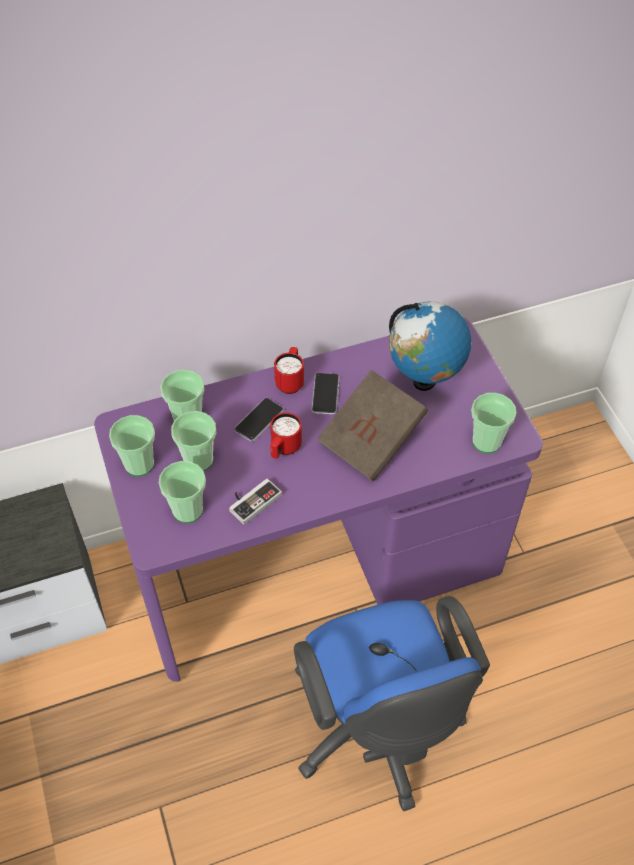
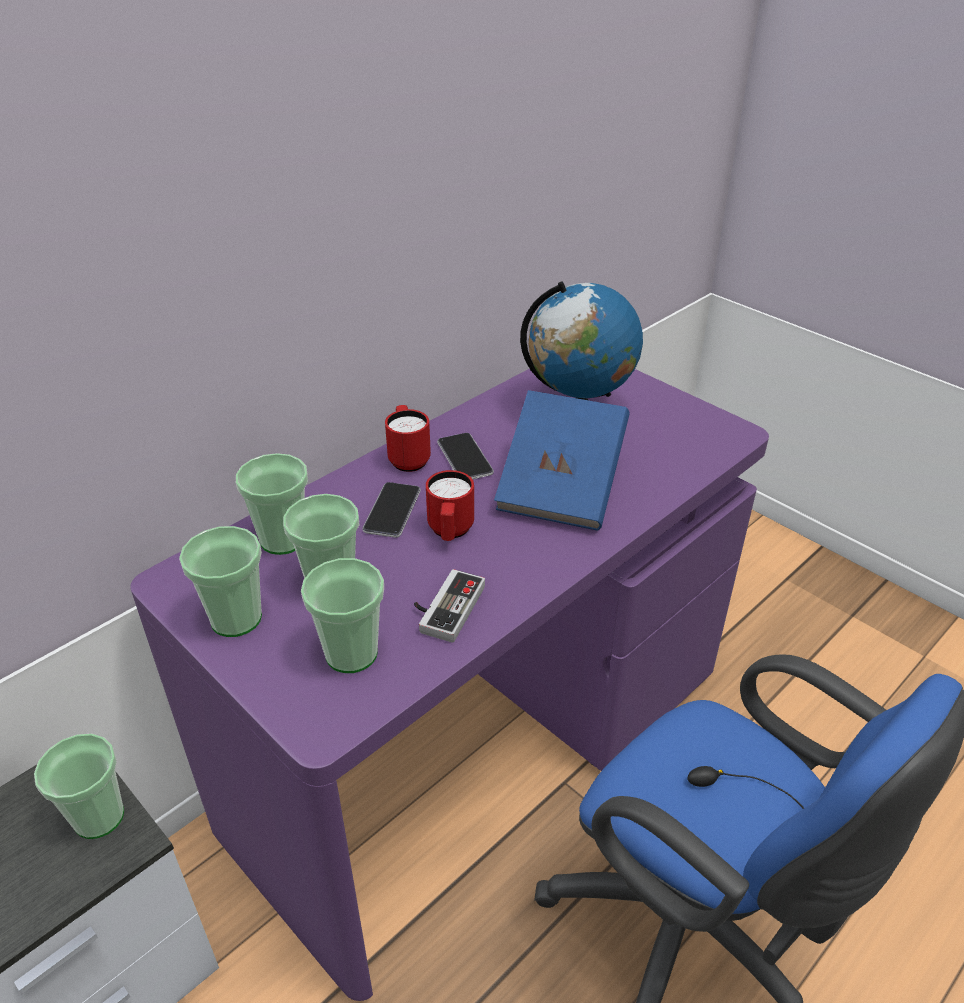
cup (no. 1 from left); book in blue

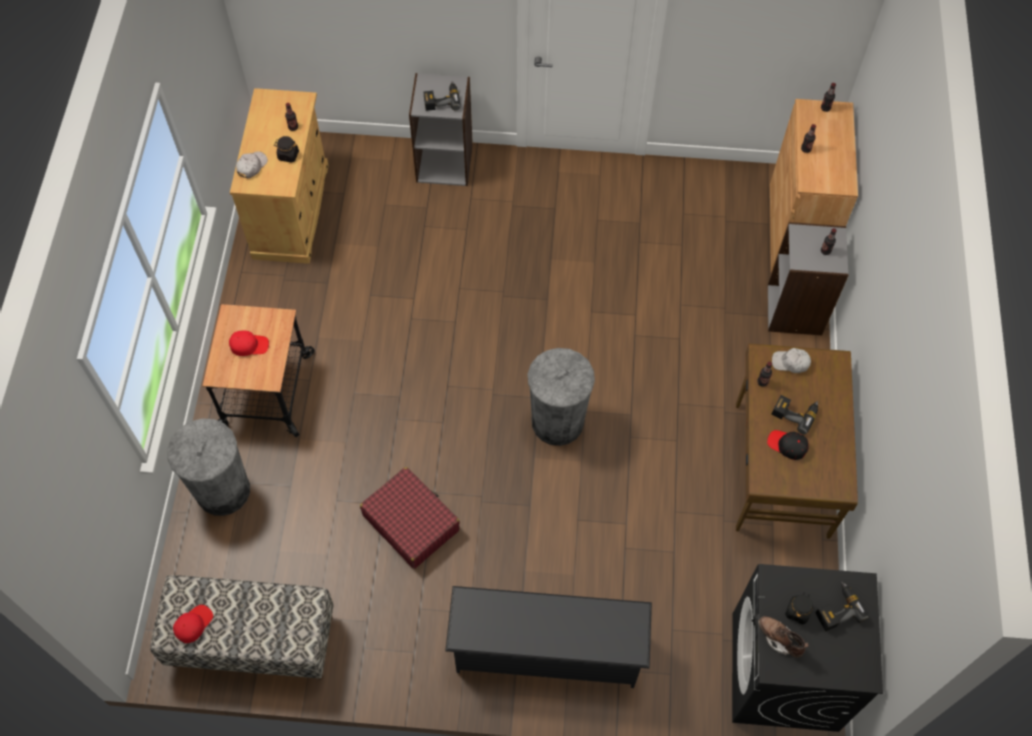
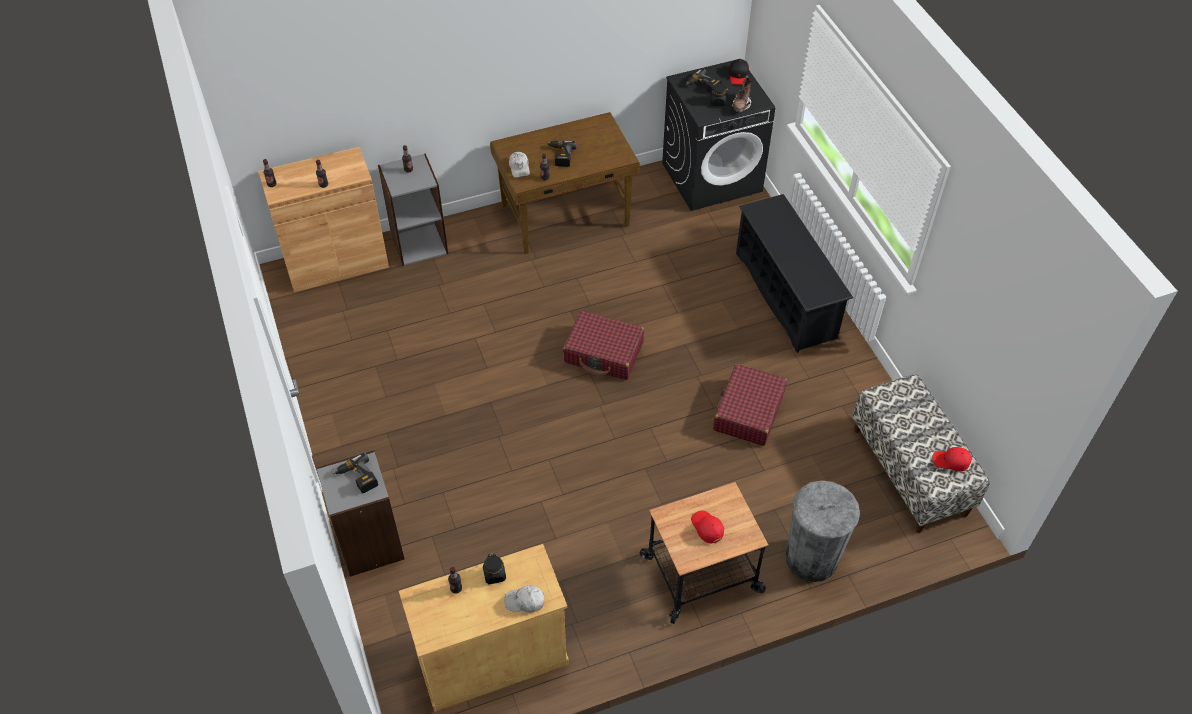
cap in black; suitcase in red (no. 1 from left)

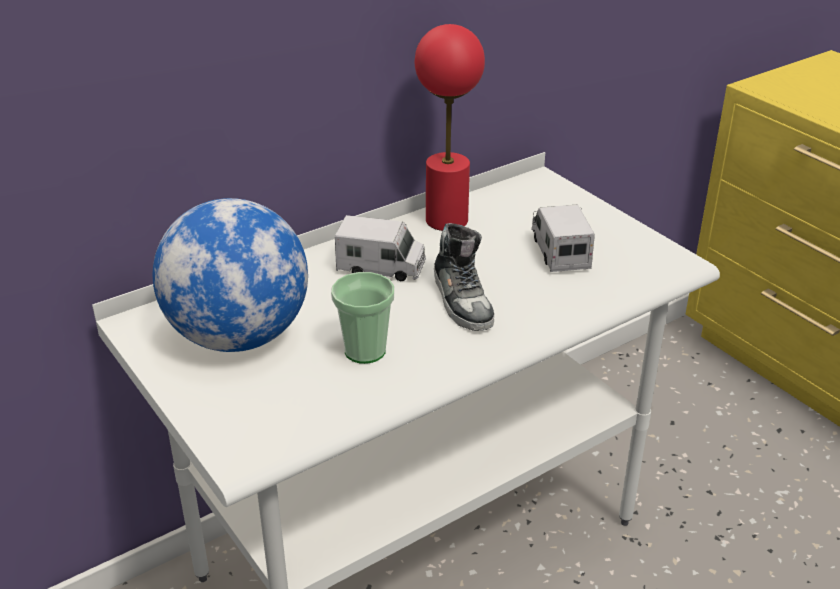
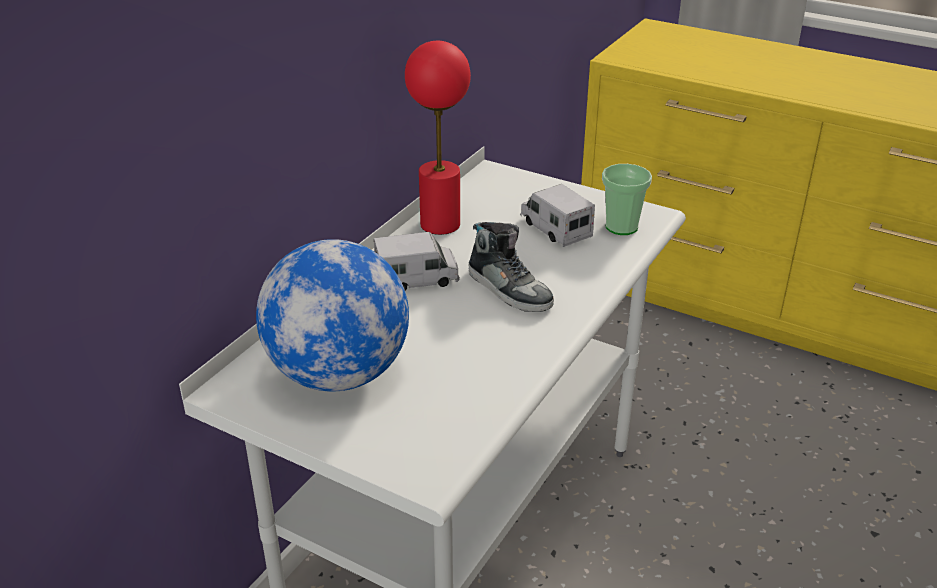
cup

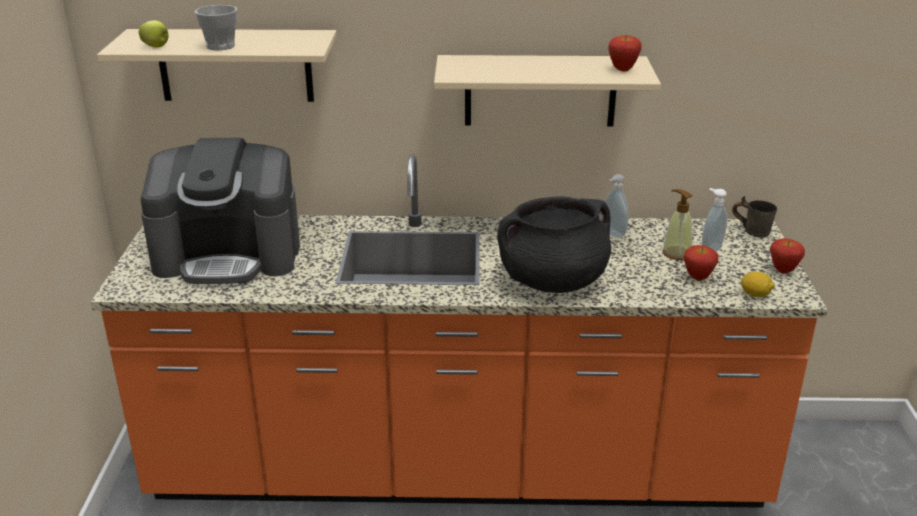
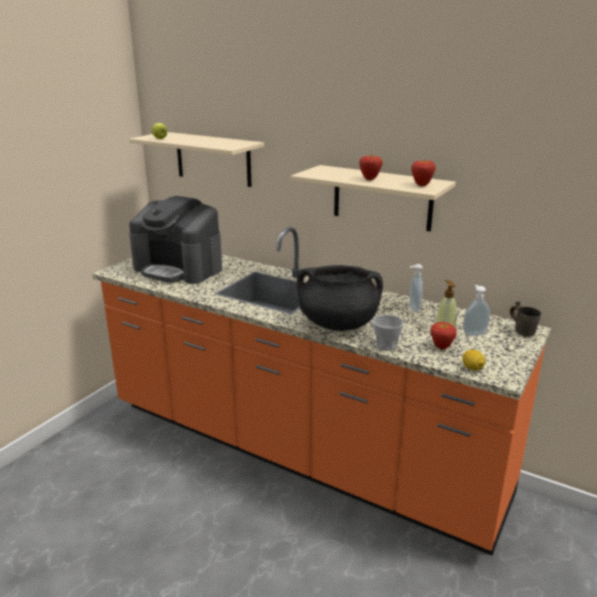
cup; apple (no. 2 from left)

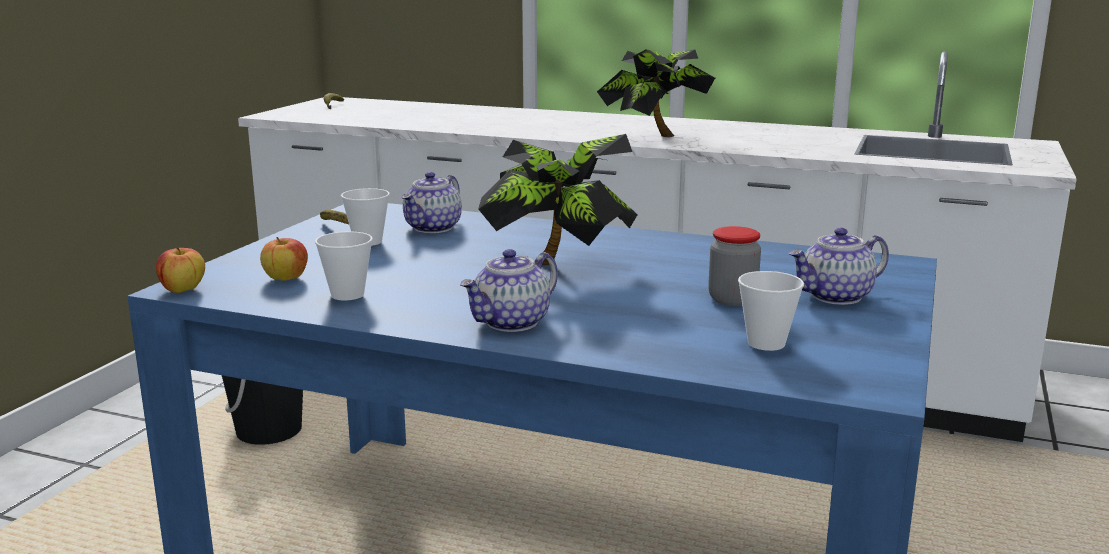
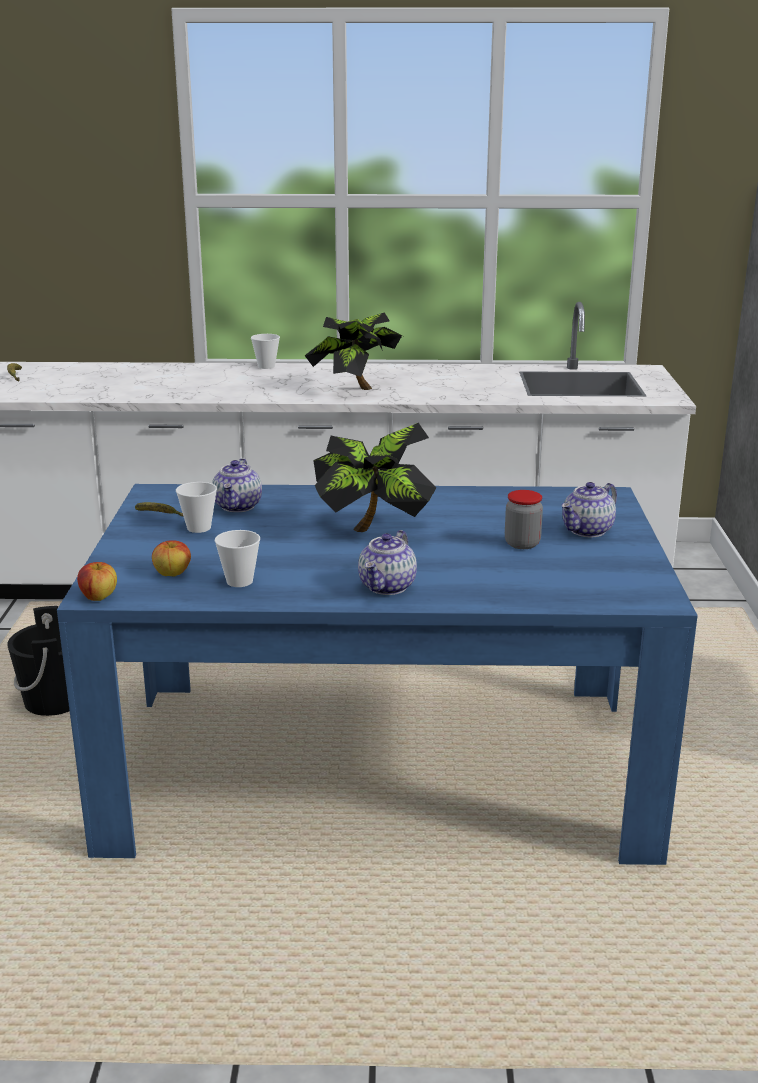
cup (no. 3 from left)

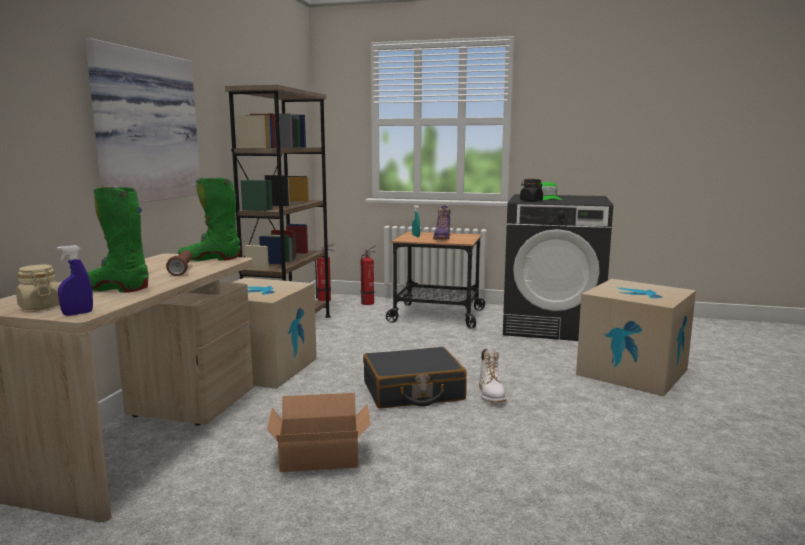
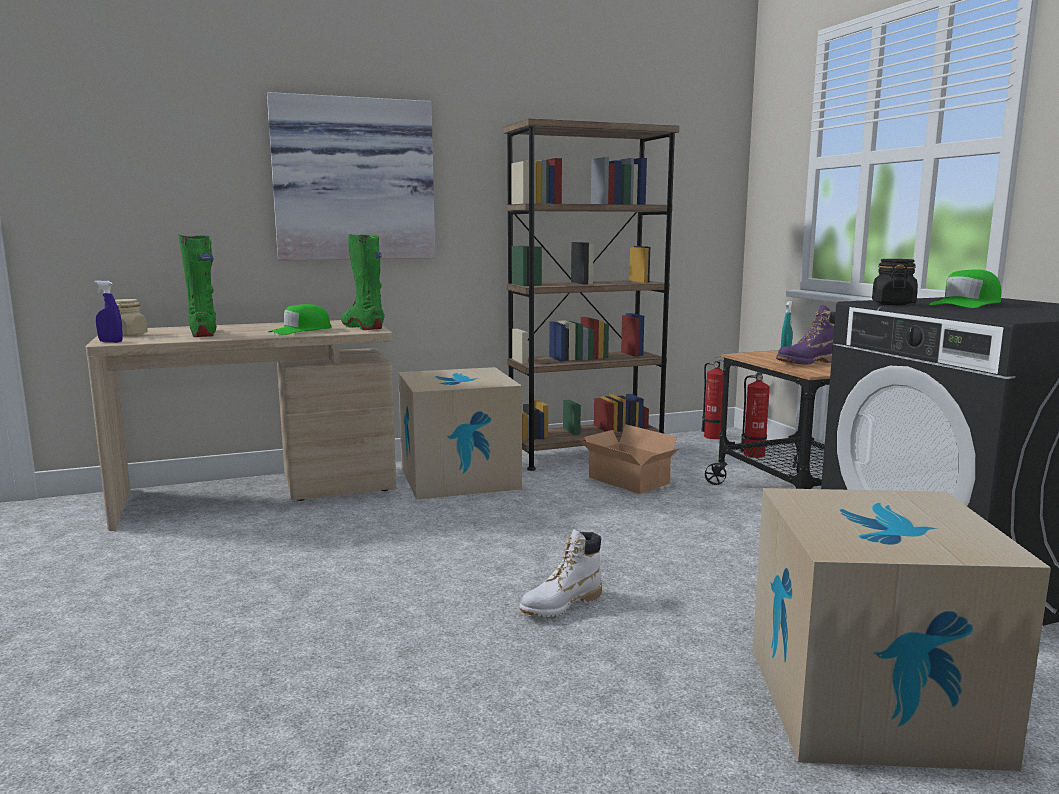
suitcase in black; cardboard box (no. 2 from left); cap in green (no. 1 from left)

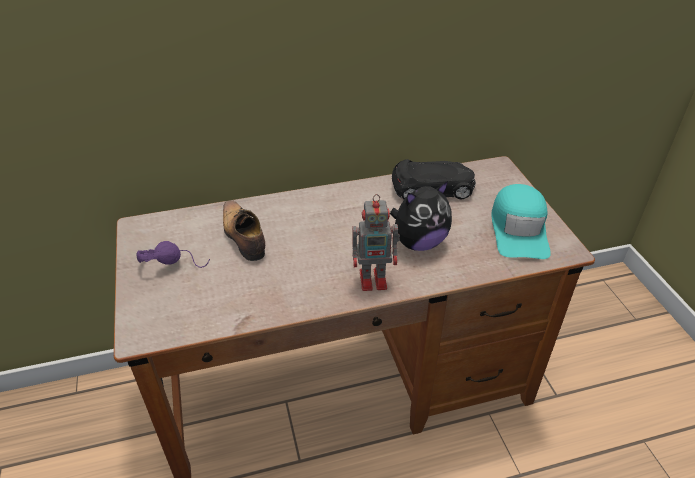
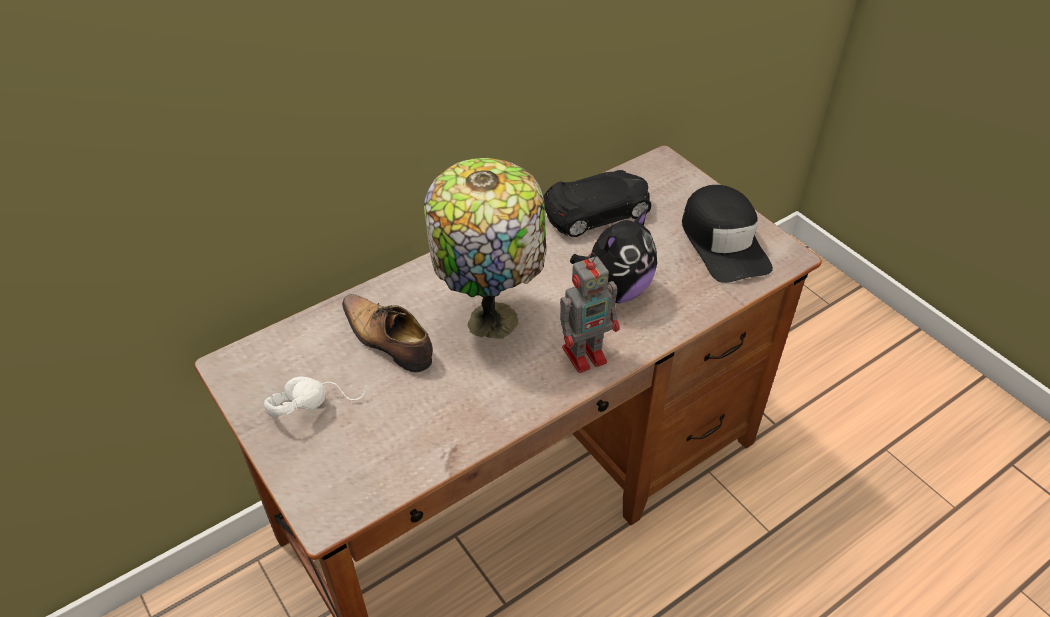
table lamp; headphones in white; cap in black

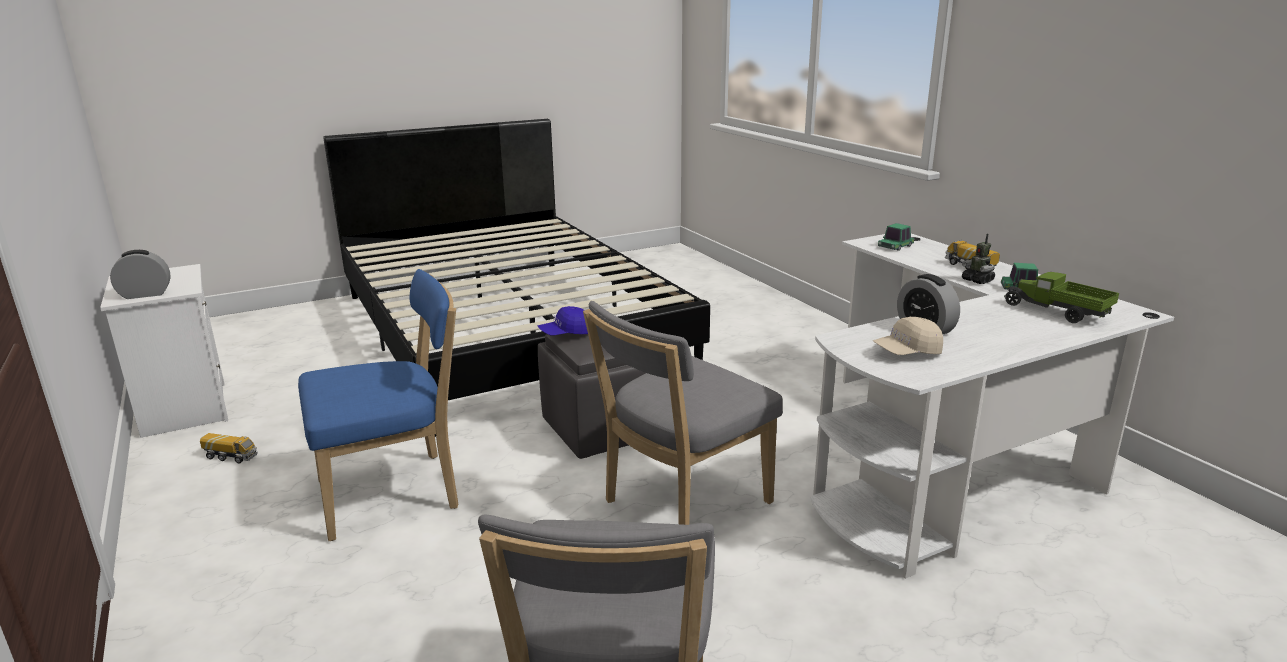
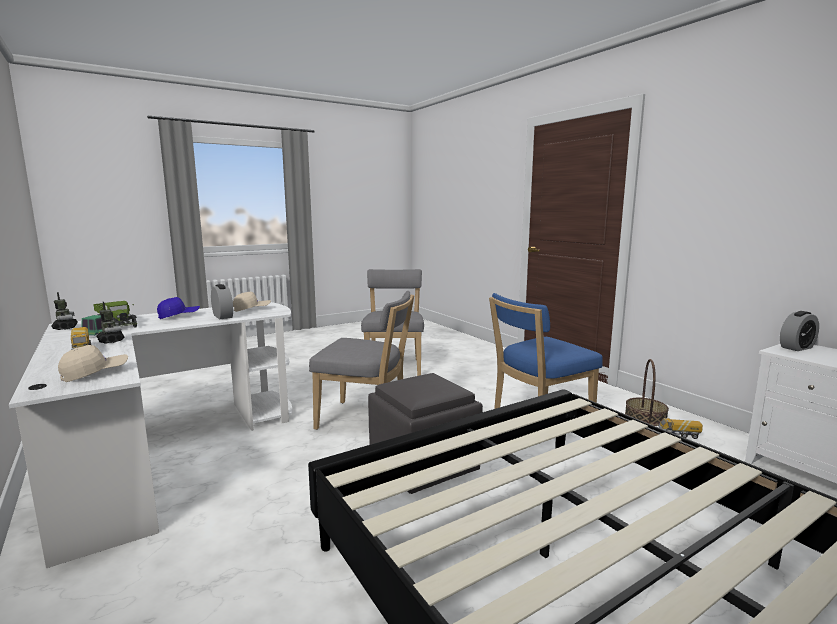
toy robot (no. 1 from left); basket; cap in blue; cap in beige (no. 1 from left); chair in grey (no. 1 from left)

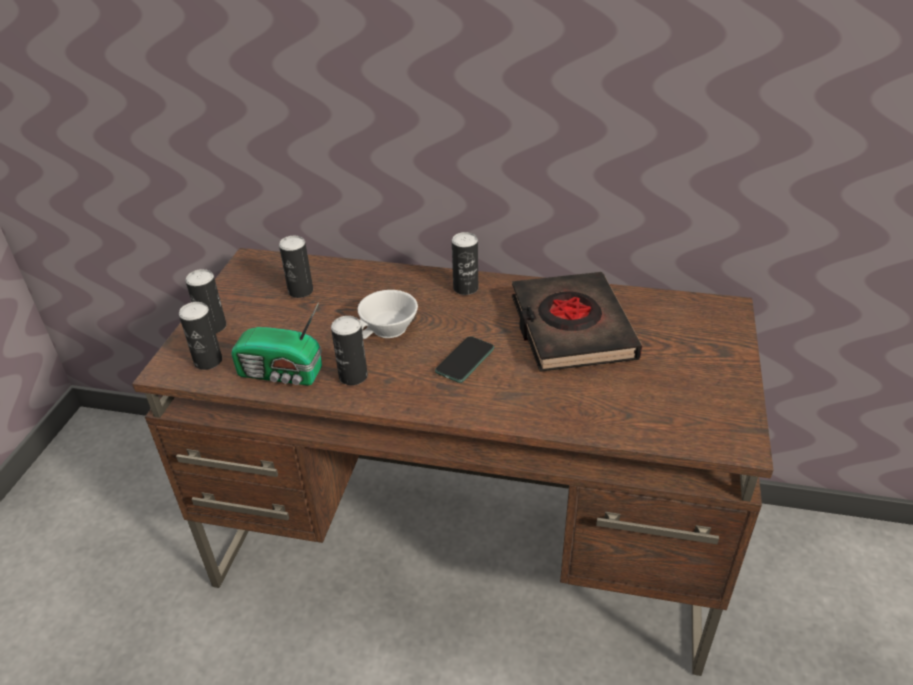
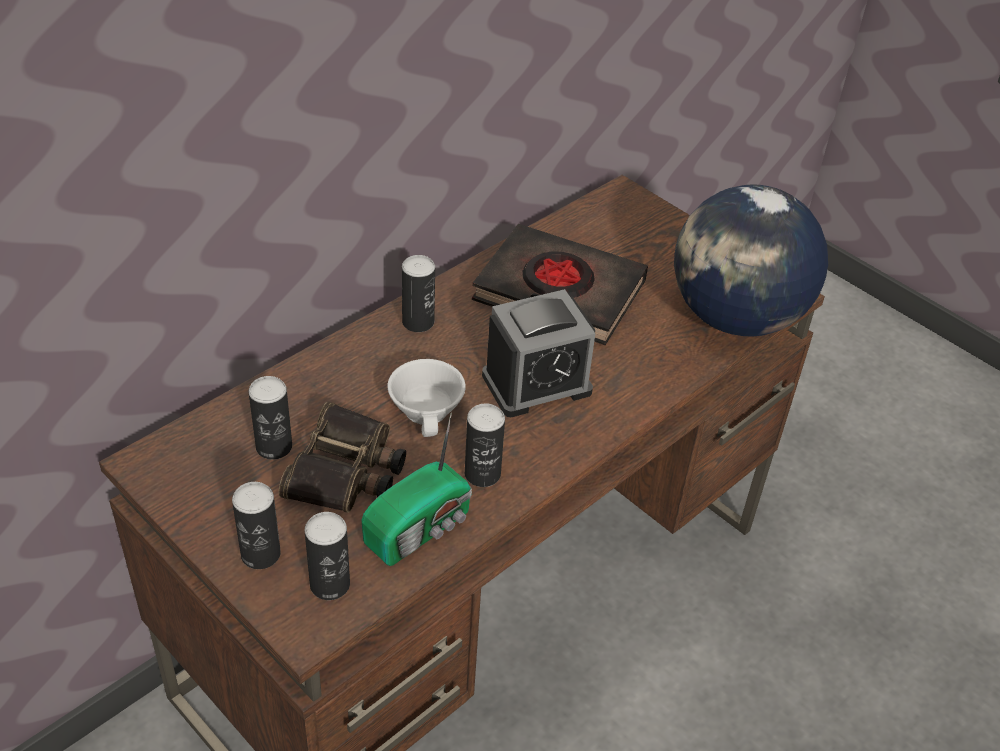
binoculars; globe; alarm clock

